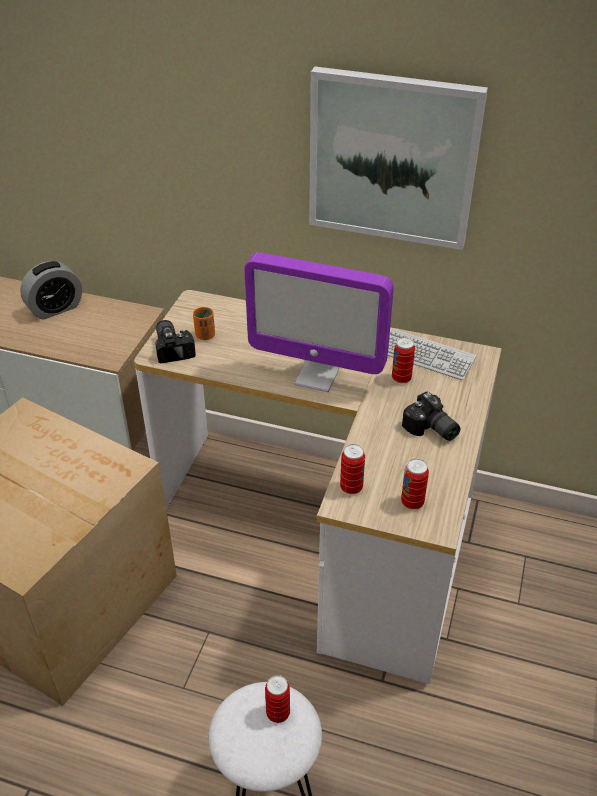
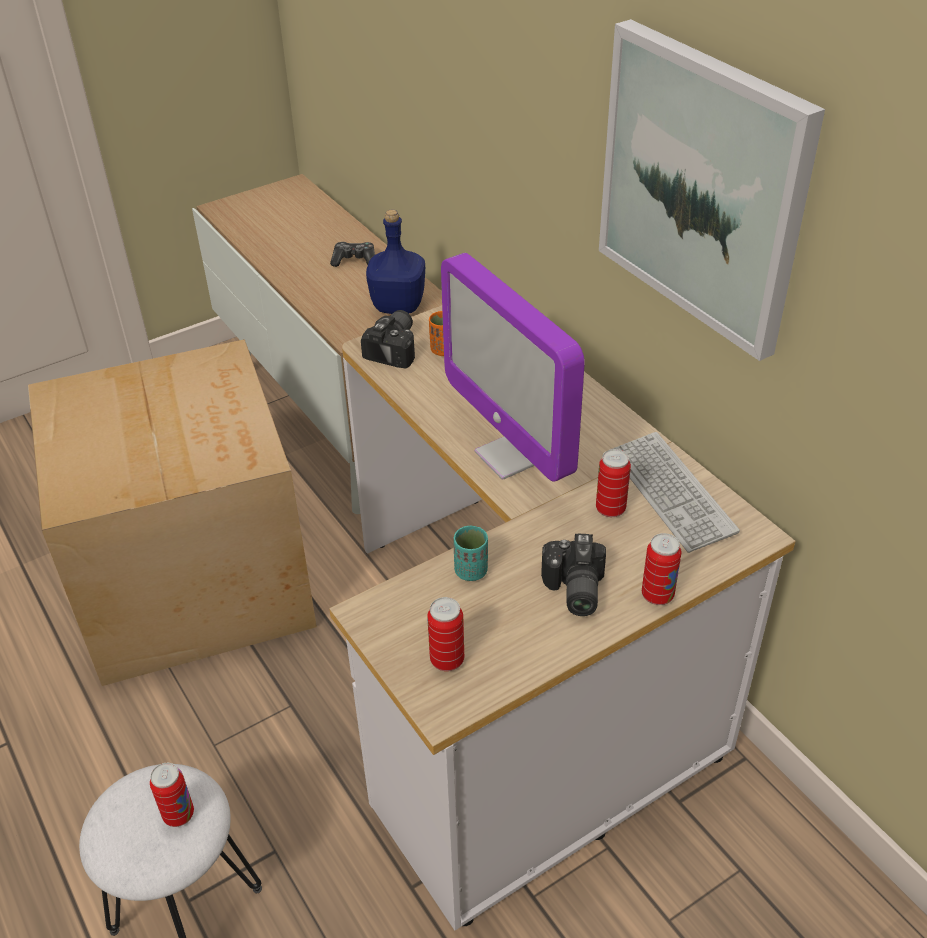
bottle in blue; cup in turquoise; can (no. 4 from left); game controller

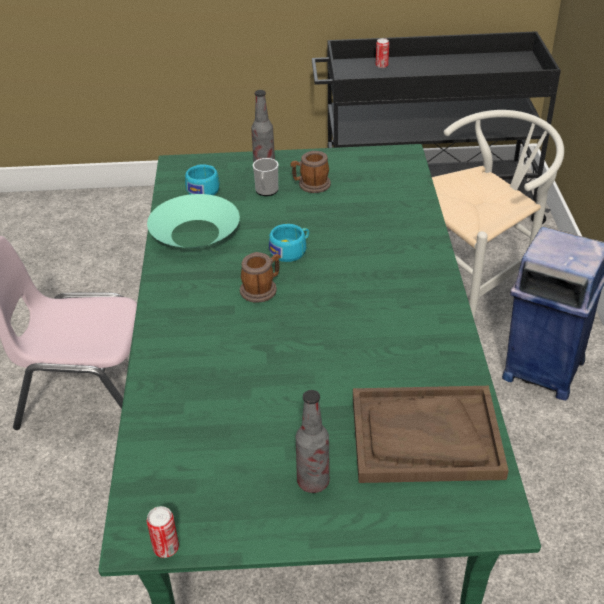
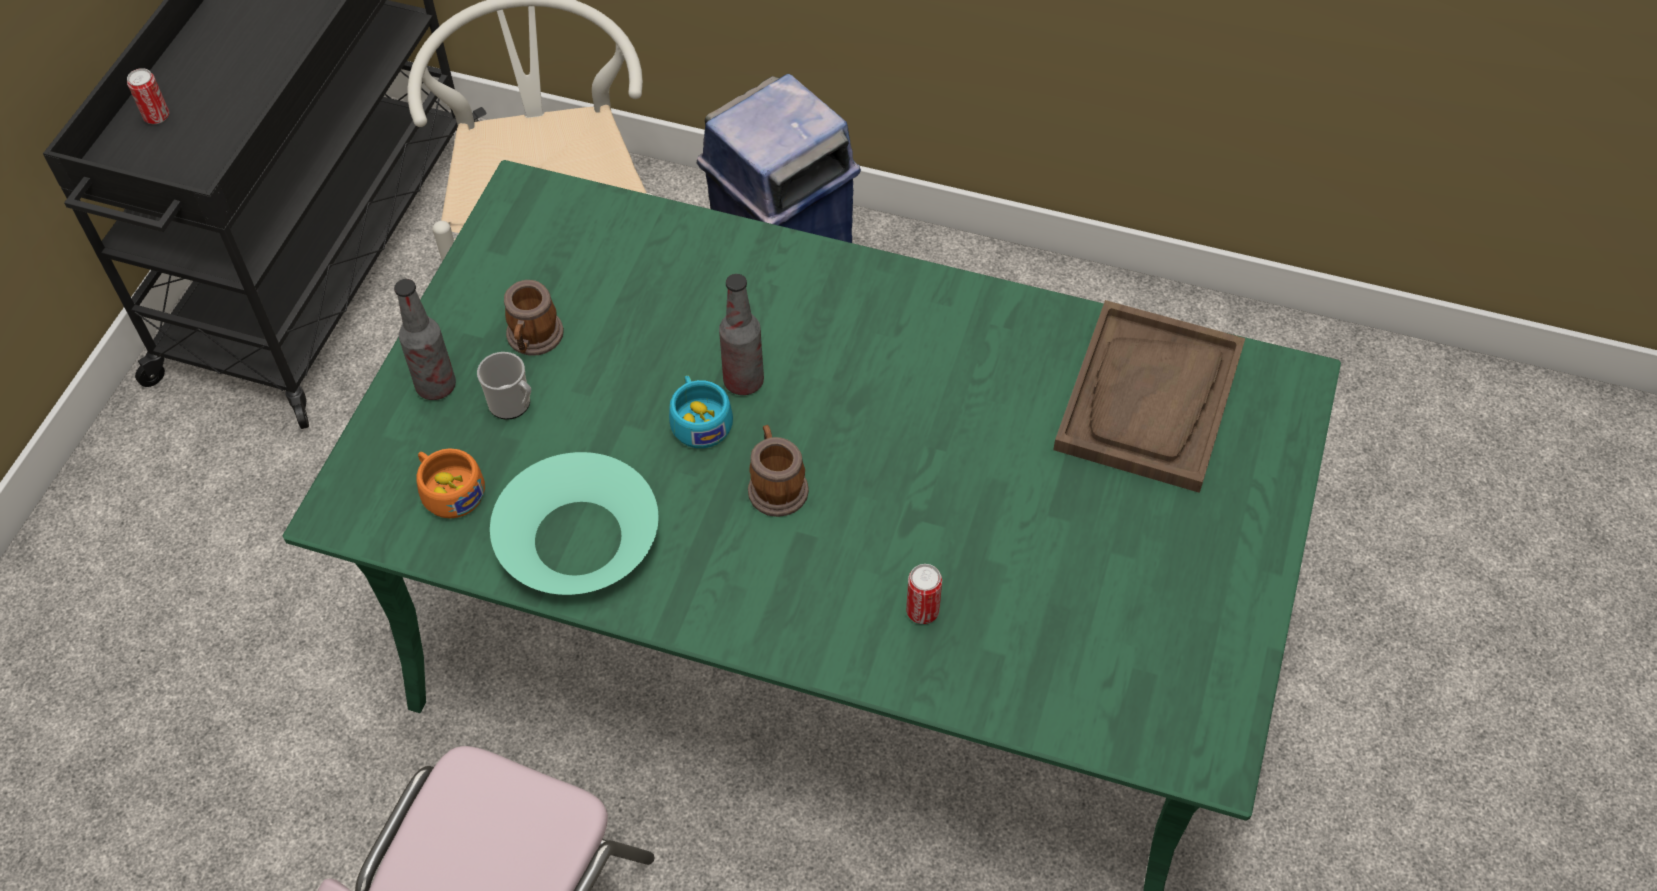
can (no. 2 from left); bottle (no. 2 from left); cup in orange

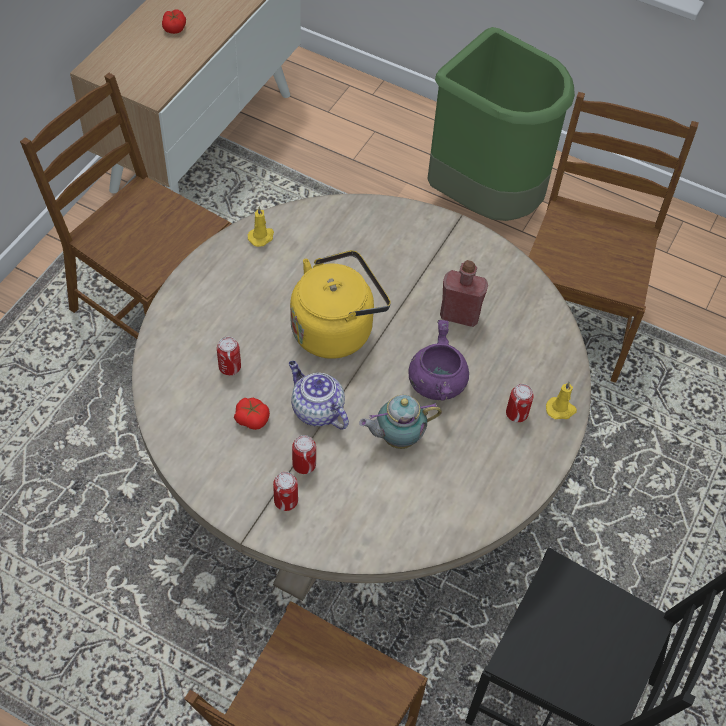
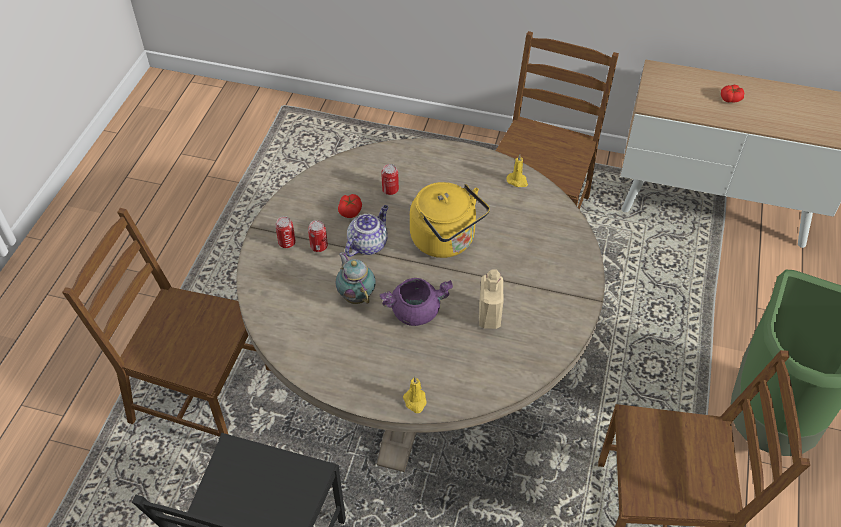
can (no. 4 from left in the first image); bottle in beige

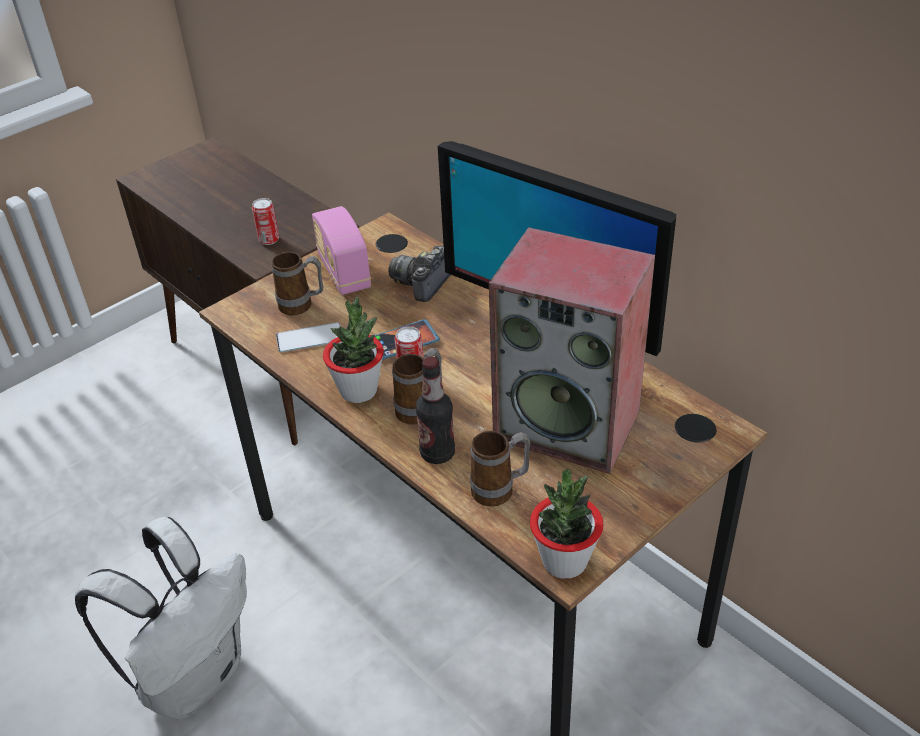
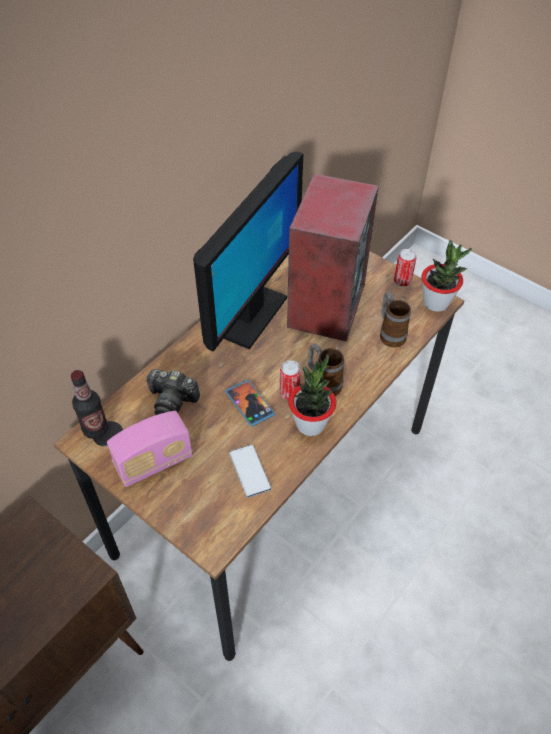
backpack in white; mug (no. 1 from left in the first image); can (no. 2 from left); bottle

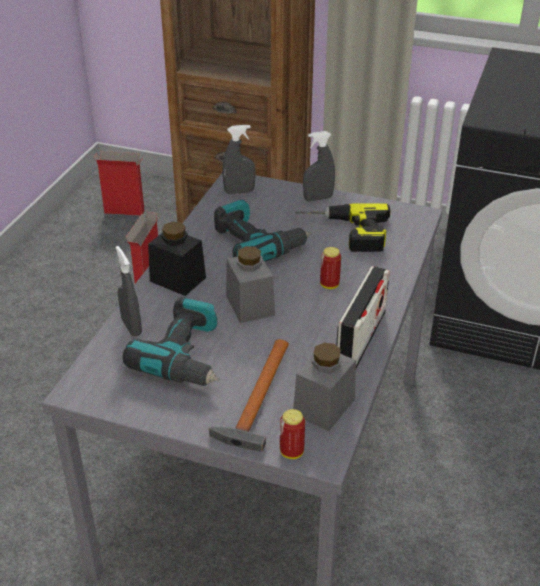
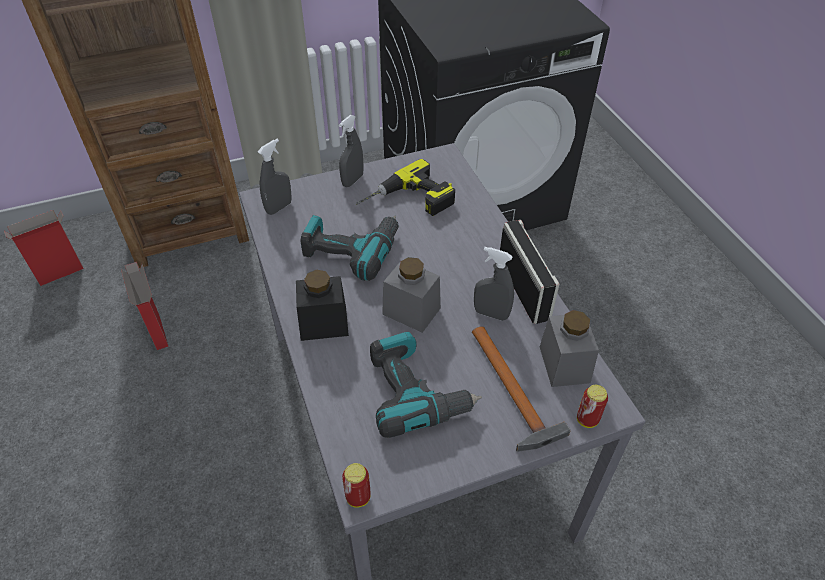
spray bottle in grey (no. 3 from left); can (no. 1 from left)

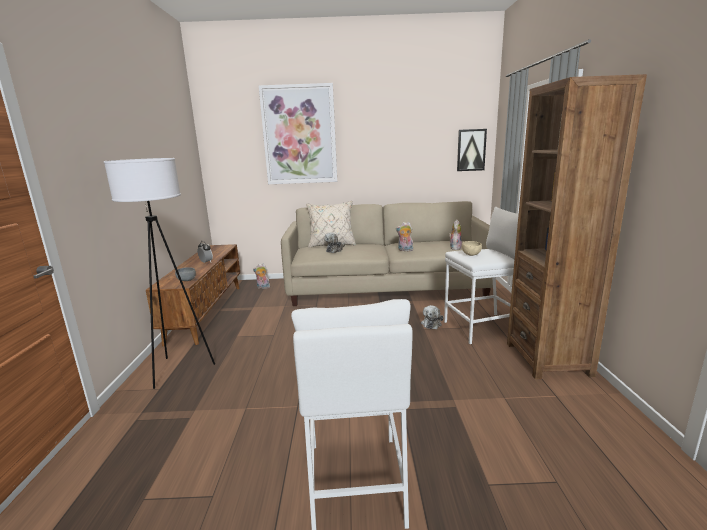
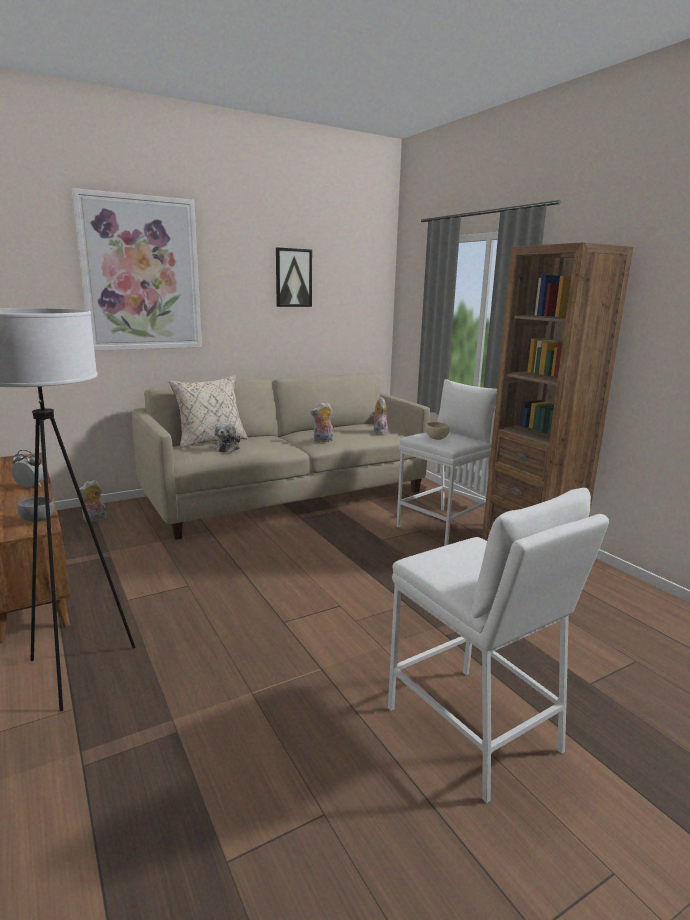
plush toy (no. 4 from left in the first image); picture (no. 2 from left)

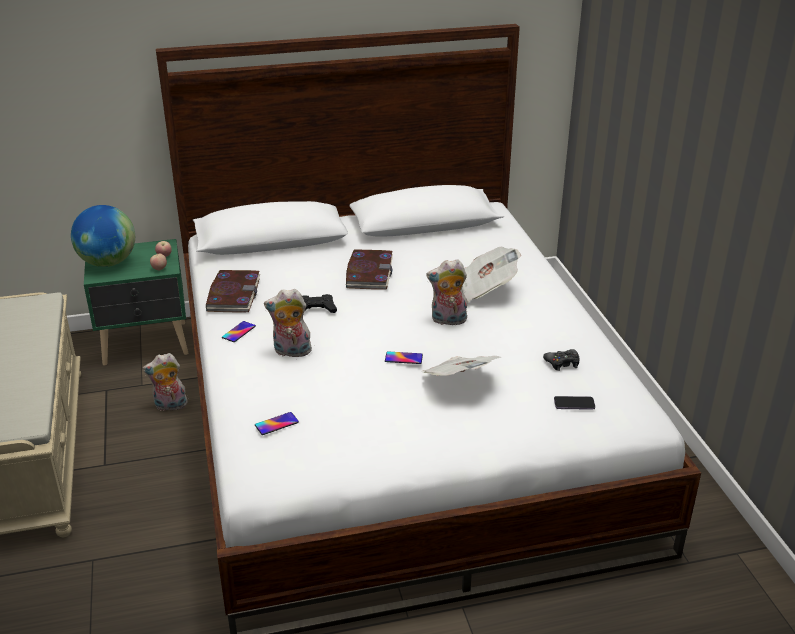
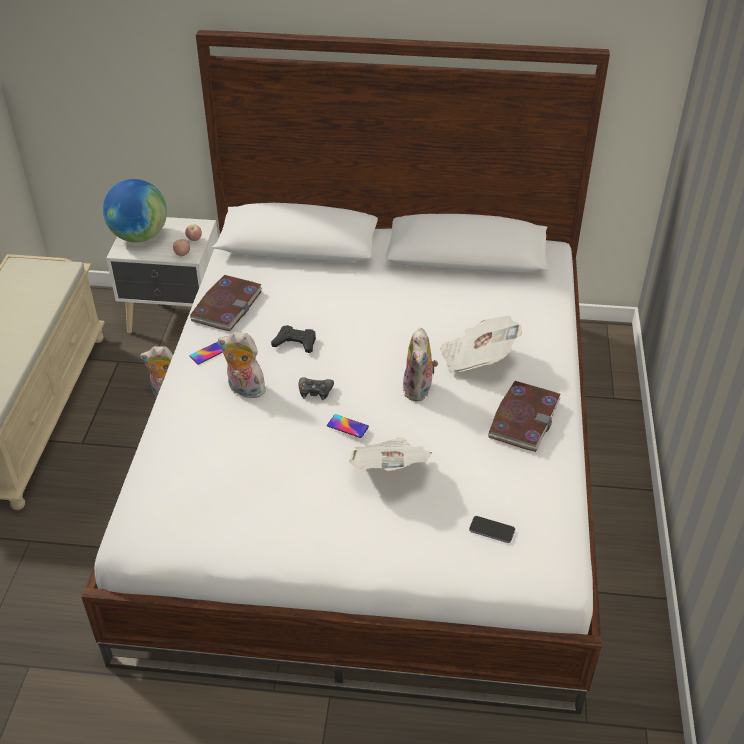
phone (no. 2 from left in the first image); book (no. 2 from left); game controller in black (no. 2 from left); nightstand in white; plush toy (no. 3 from left)

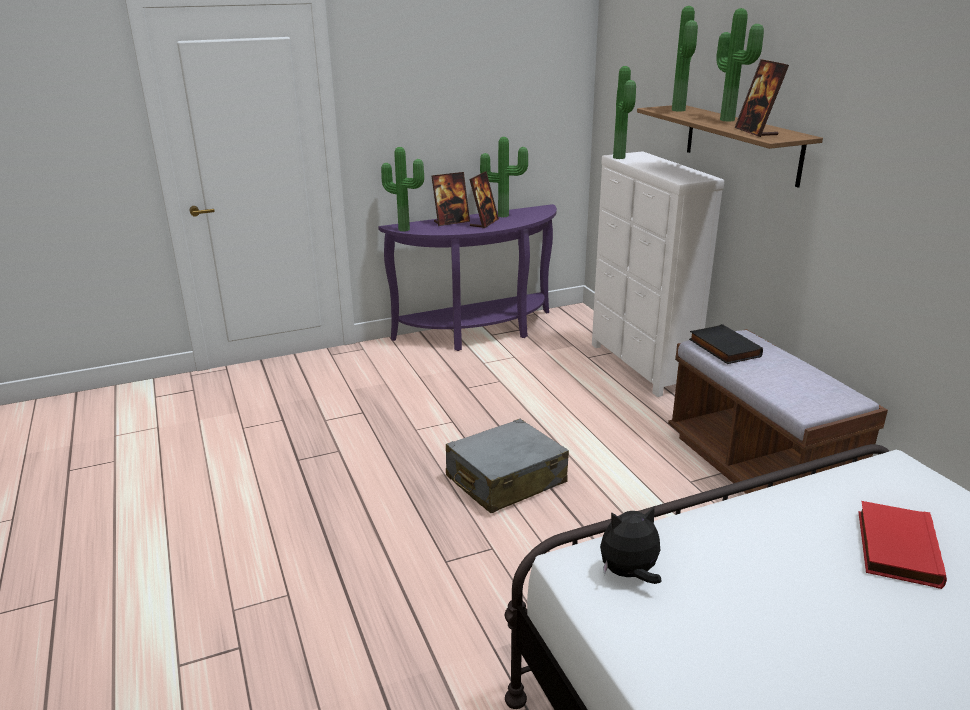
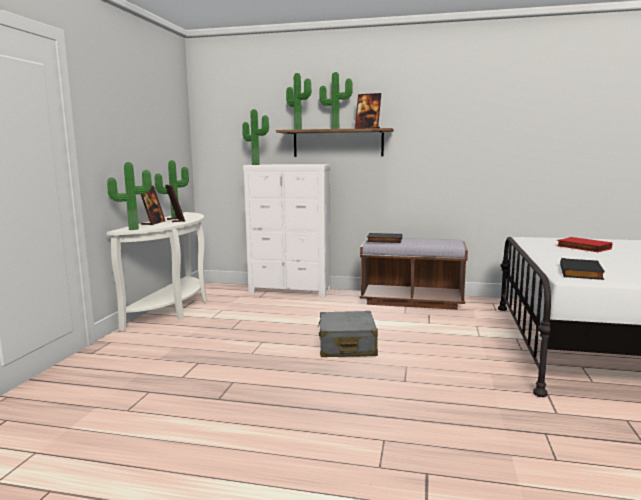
book in black (no. 2 from left); console table in white

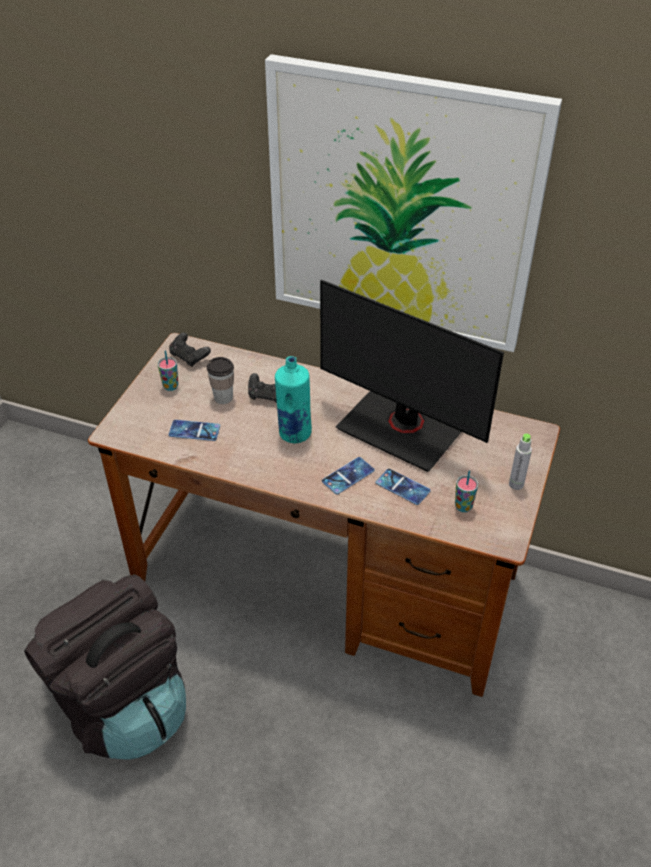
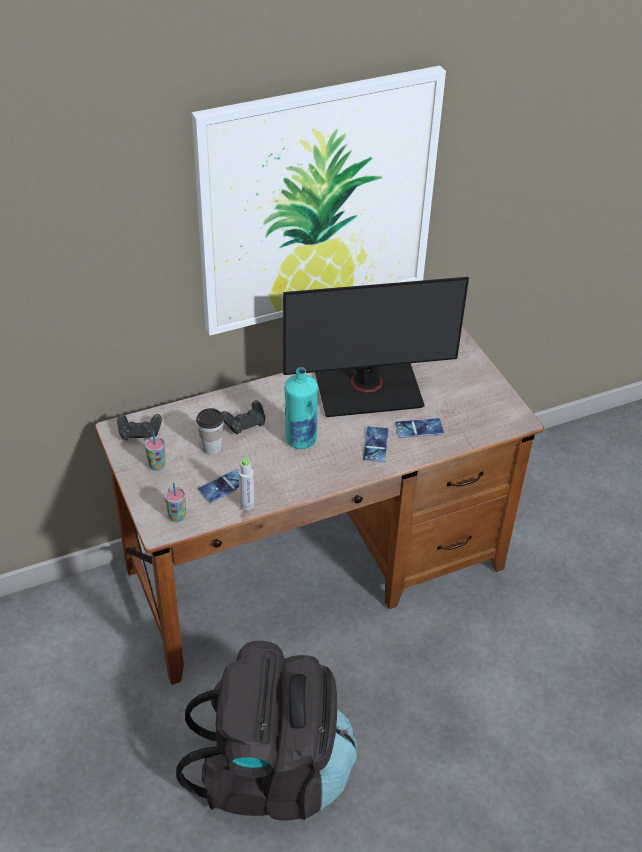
cup (no. 2 from left); bottle in grey

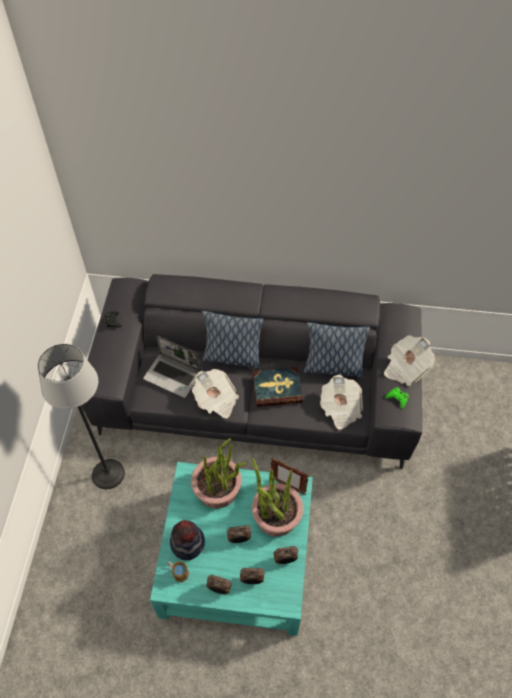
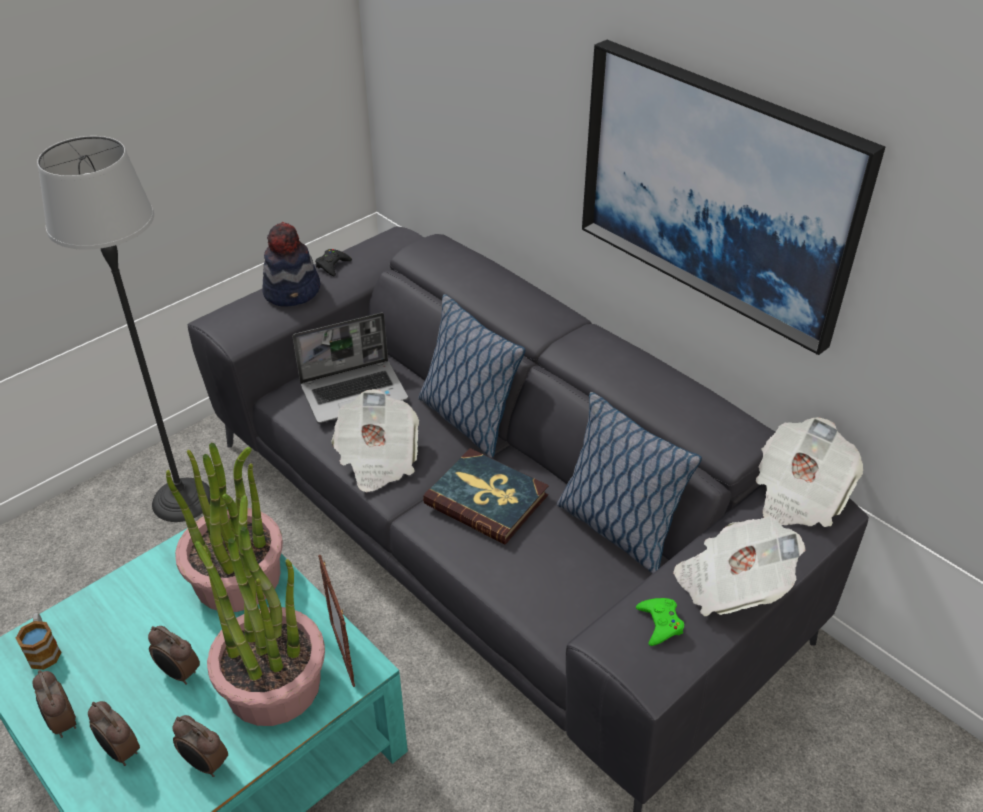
picture; hat; newspaper (no. 3 from left); laptop

